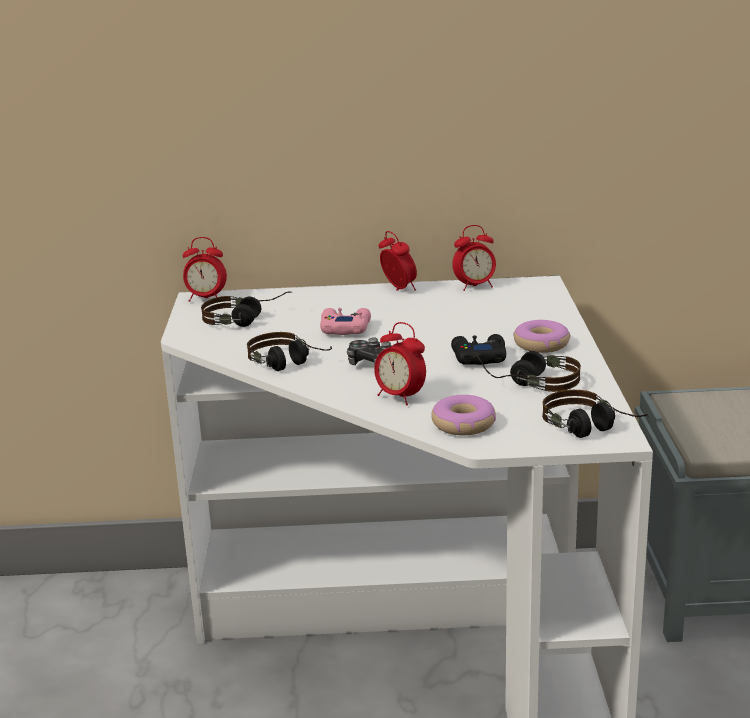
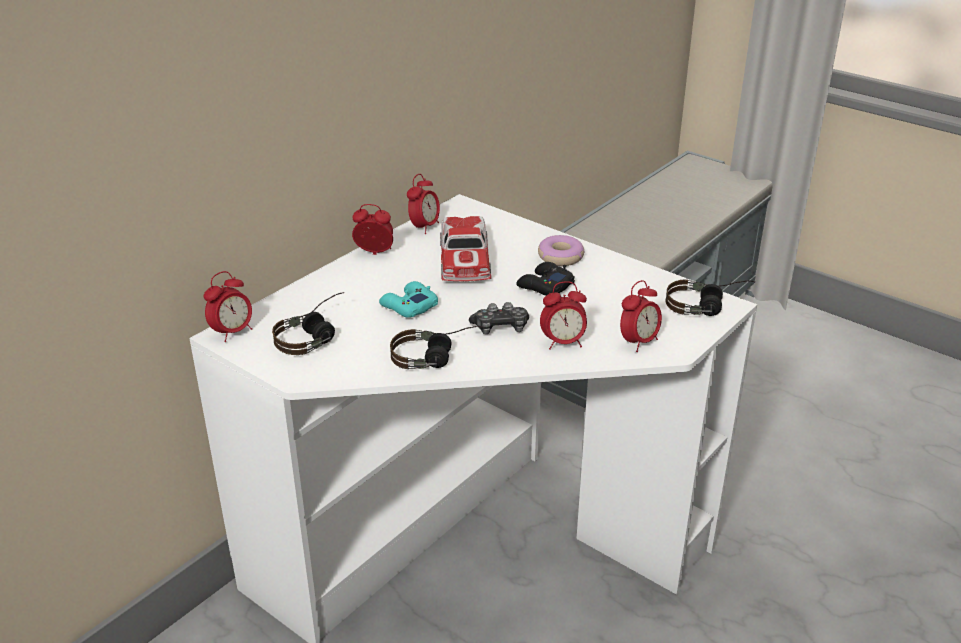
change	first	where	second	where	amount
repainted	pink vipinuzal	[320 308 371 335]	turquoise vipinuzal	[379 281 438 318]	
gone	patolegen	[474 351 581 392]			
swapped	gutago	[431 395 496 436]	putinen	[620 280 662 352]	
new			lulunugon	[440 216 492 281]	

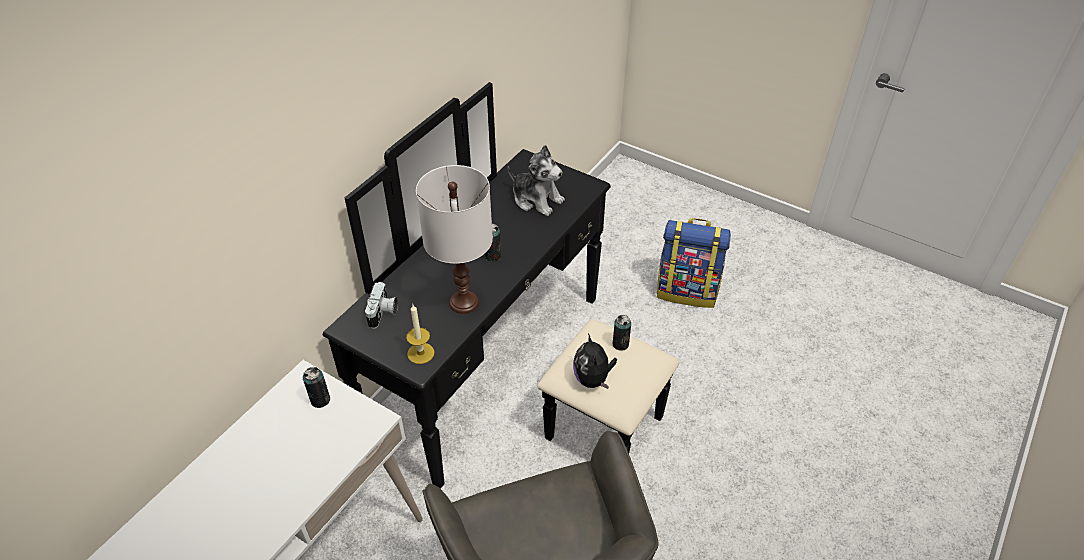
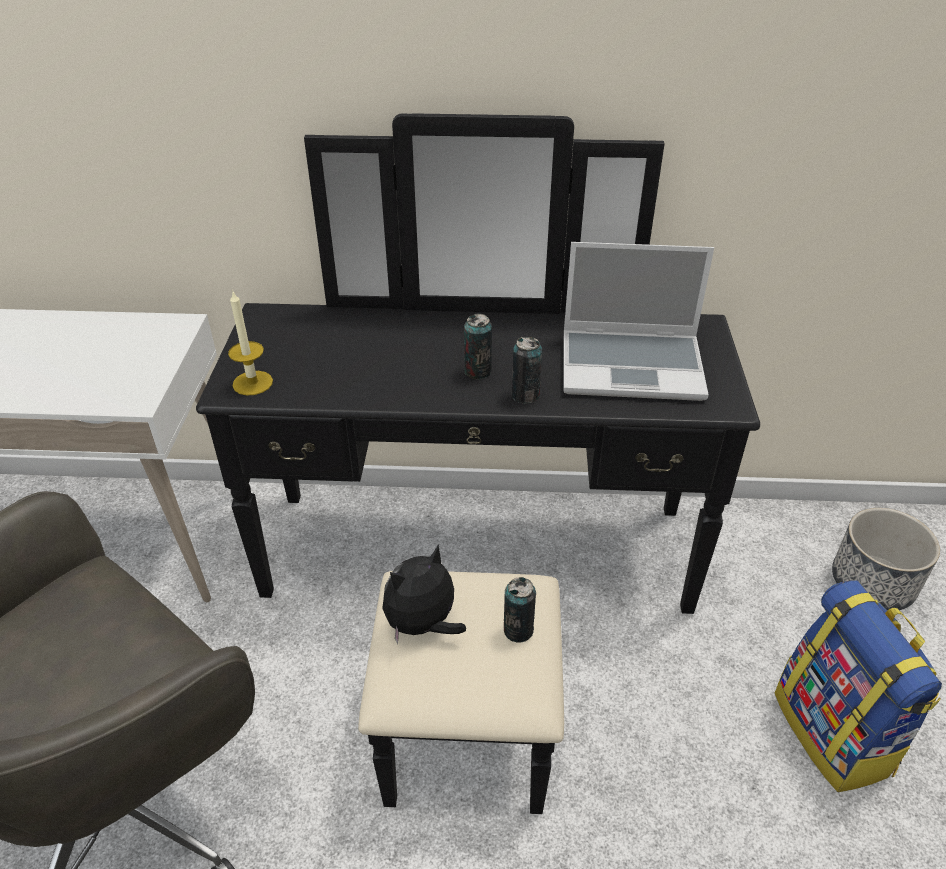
change	first	where	second	where	amount
swapped	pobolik	[508 145 565 216]	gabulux	[563 242 714 401]	
gone	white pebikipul	[416 165 493 314]			
gone	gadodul	[365 282 398 329]			
shifted	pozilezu	[303 367 330 408]		[512 337 542 404]	
new			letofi	[832 508 940 611]	

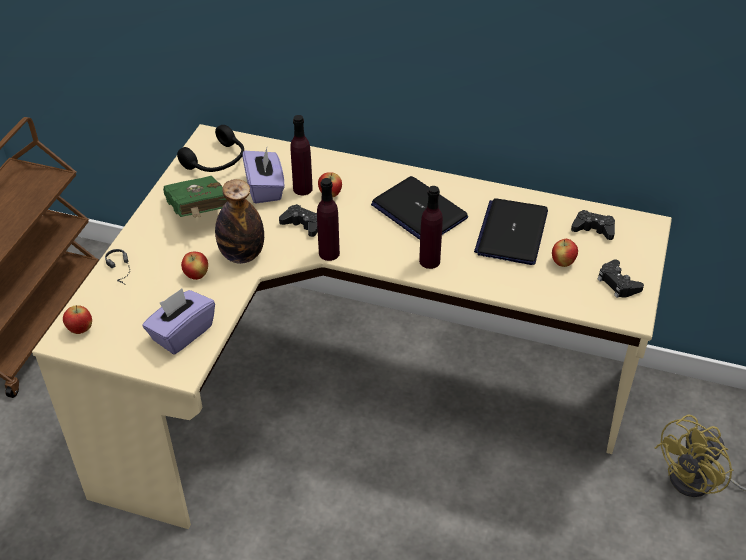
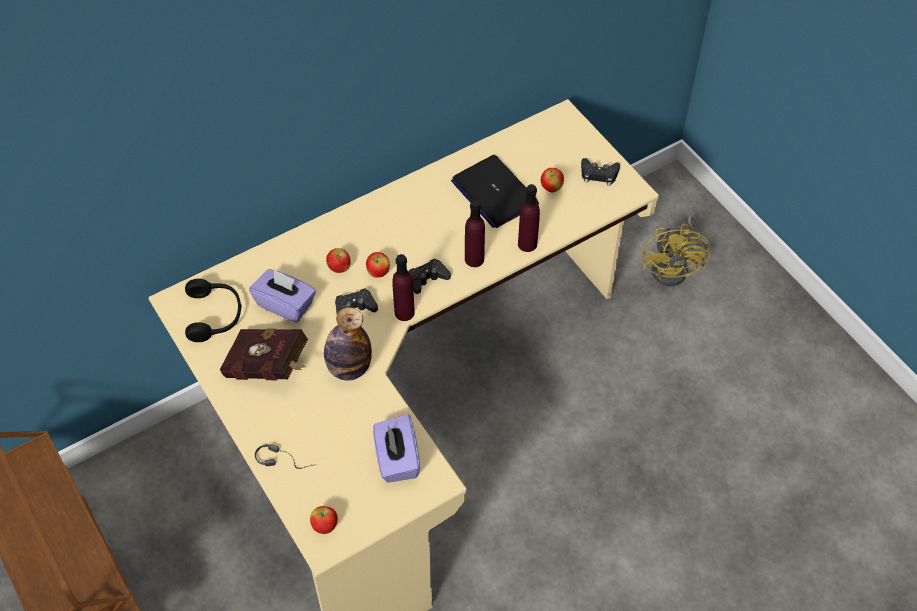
change	first	where	second	where	amount
shifted	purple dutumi	[290 115 313 195]		[518 184 540 252]	
repainted	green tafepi	[163 176 227 218]	red tafepi	[220 329 308 380]	
gone	gabulux	[371 176 468 240]			
shifted	black vipinuzal	[571 210 615 240]		[409 258 451 294]	
shifted	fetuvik	[181 252 208 280]		[366 252 390 278]	

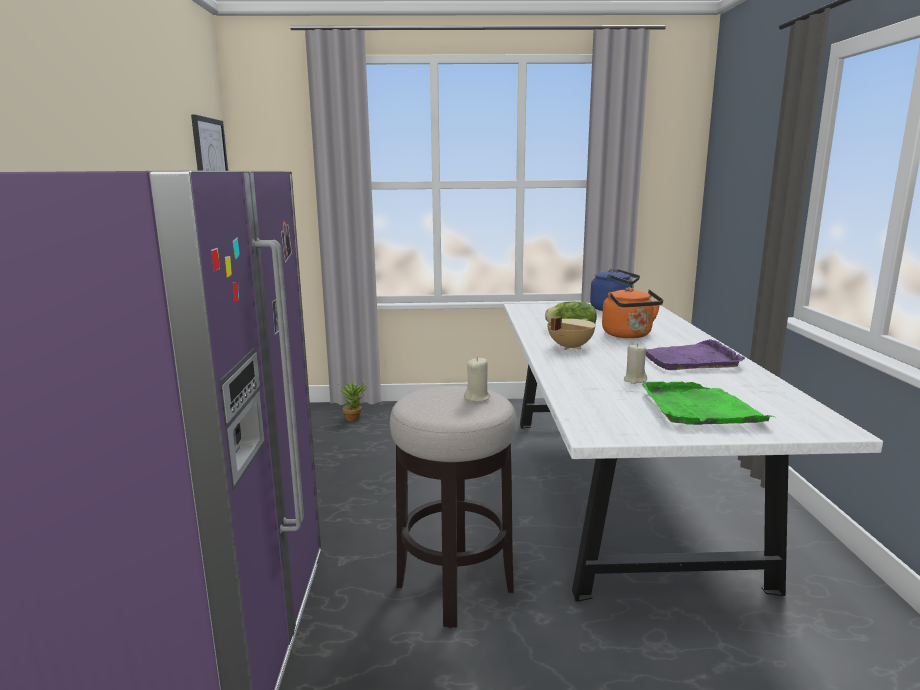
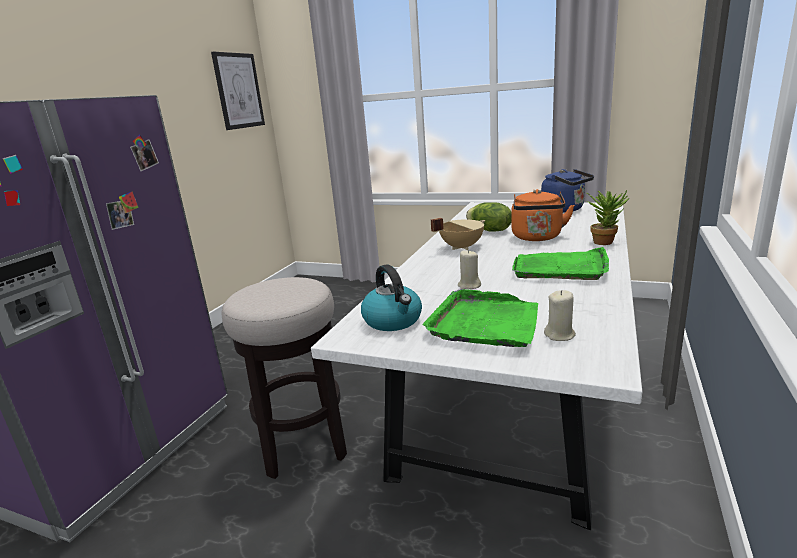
change	first	where	second	where	amount
repainted	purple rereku	[646 339 745 370]	green rereku	[512 247 609 280]	
shifted	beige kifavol	[464 357 490 402]		[544 290 576 341]	
shifted	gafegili	[337 382 368 421]		[587 190 629 245]	
new			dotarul	[361 265 422 331]	

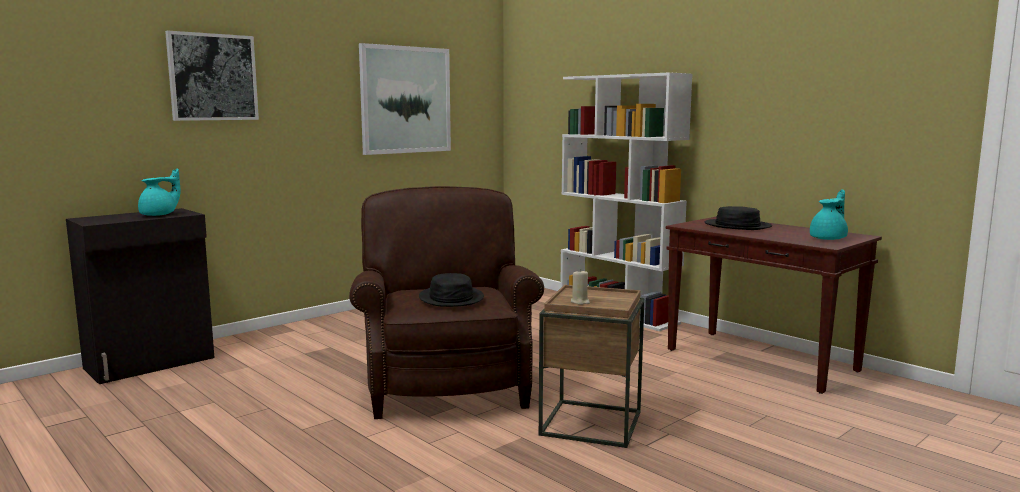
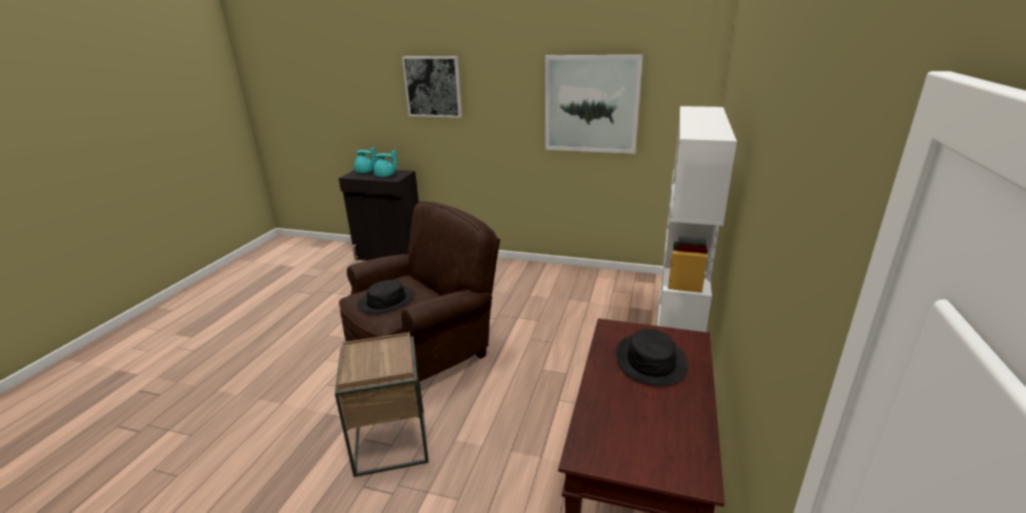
change	first	where	second	where	amount
shifted	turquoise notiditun	[810 189 848 240]		[354 147 376 173]	
gone	beige kifavol	[571 269 590 305]			

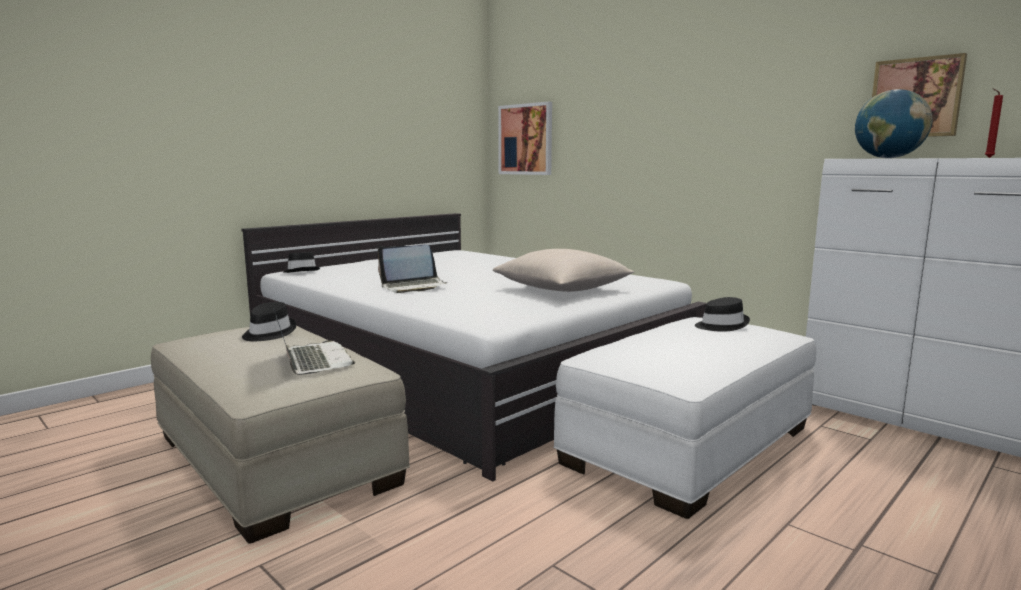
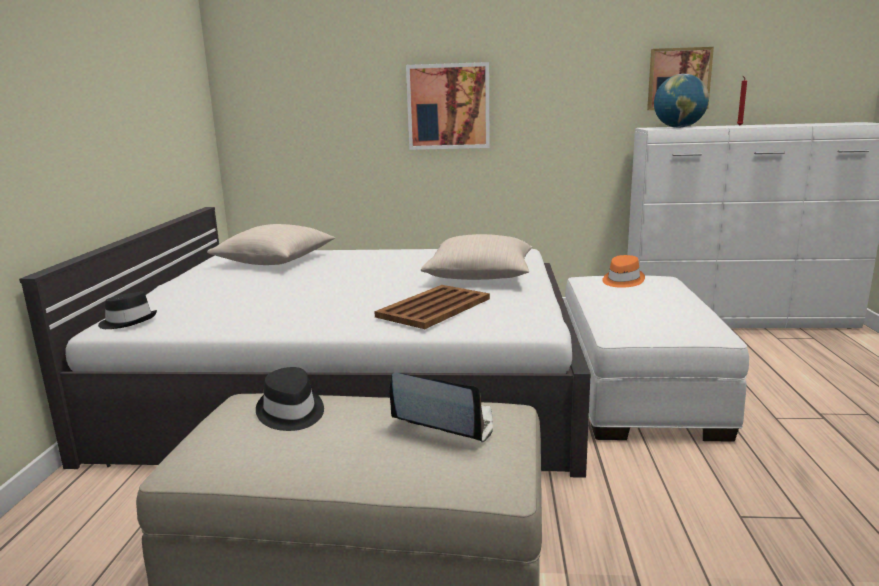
change	first	where	second	where	amount
shifted	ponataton	[498 101 552 175]		[406 62 490 150]	
gone	gabulux	[378 245 448 293]			
repainted	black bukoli	[695 297 750 332]	orange bukoli	[602 255 645 288]	
new			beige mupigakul	[207 224 335 265]	
new			brown rereku	[374 285 490 329]	

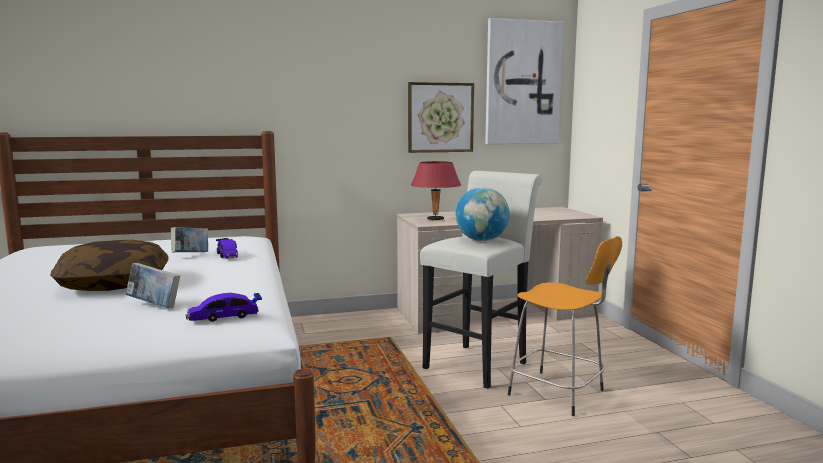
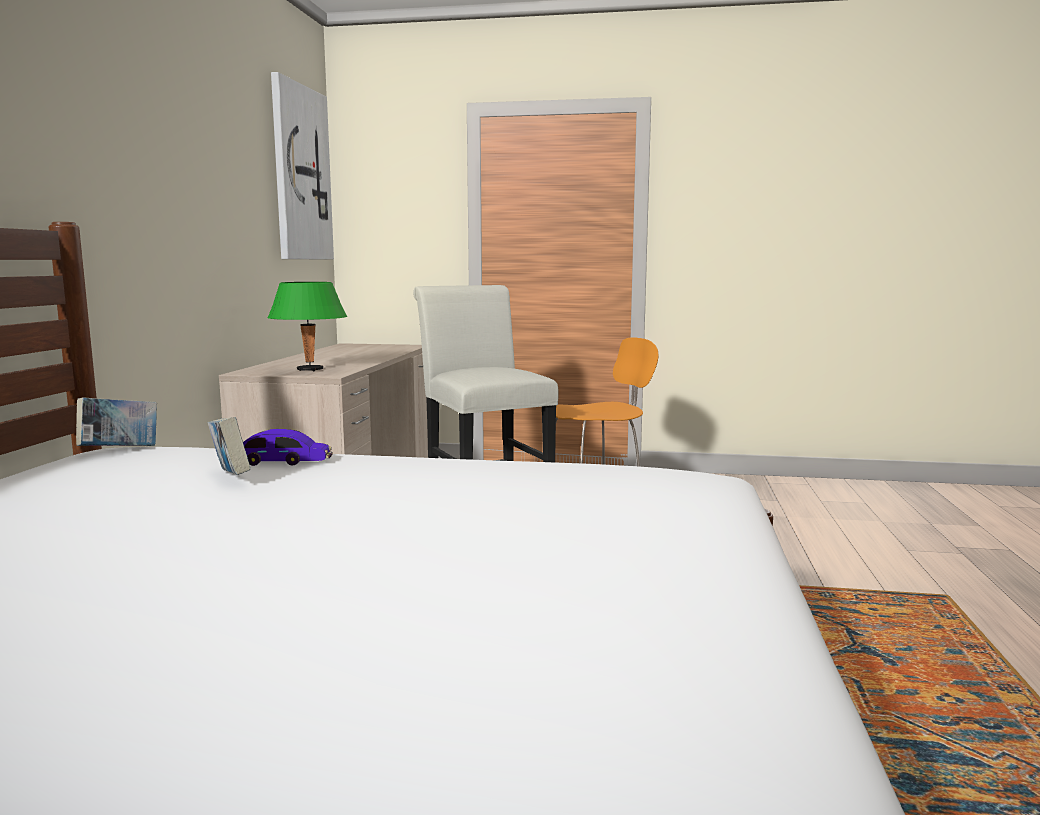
change	first	where	second	where	amount
gone	ponataton	[408 82 474 153]			
repainted	red pebikipul	[411 161 461 221]	green pebikipul	[268 282 347 371]	
gone	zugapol	[456 187 509 241]			
gone	mupigakul	[50 240 168 291]			
shifted	tafepi	[126 263 180 308]		[76 397 157 446]	
gone	lulunugon	[186 293 262 322]			

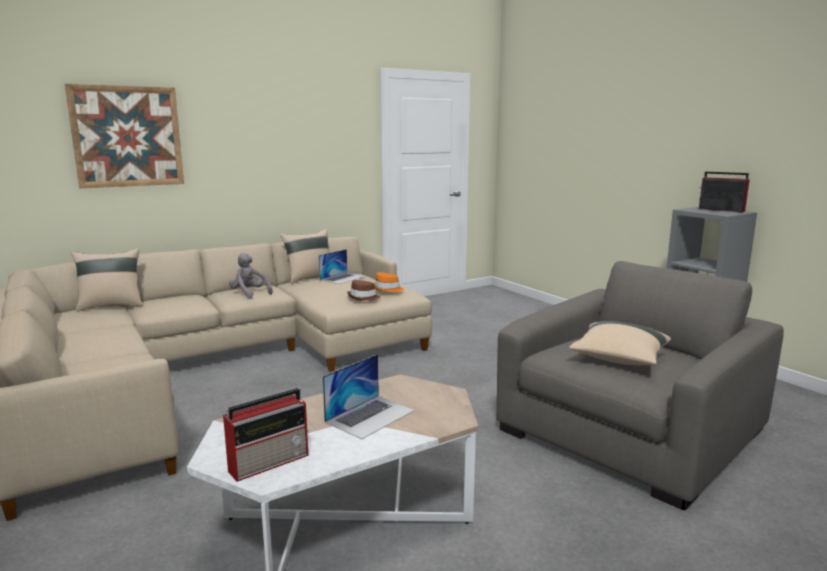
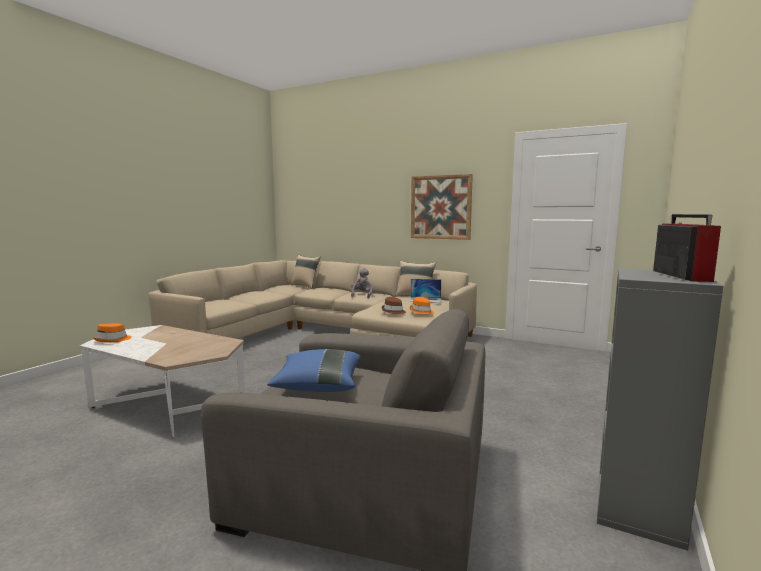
change	first	where	second	where	amount
shifted	ponataton	[65 84 184 188]		[411 174 473 240]	
repainted	beige mupigakul	[569 321 671 365]	blue mupigakul	[267 349 360 392]	
gone	gabulux	[323 354 415 439]			
swapped	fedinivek	[223 388 308 482]	orange bukoli	[93 323 132 343]	

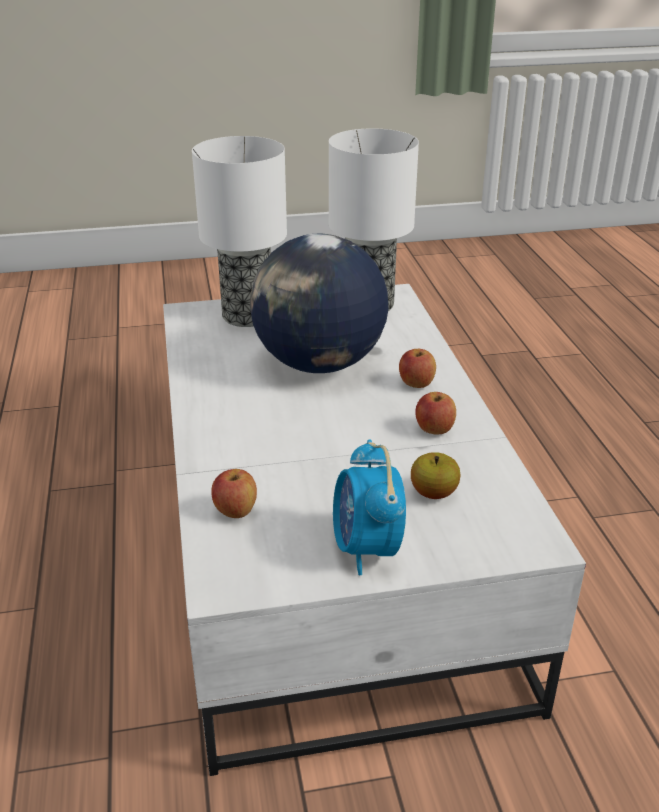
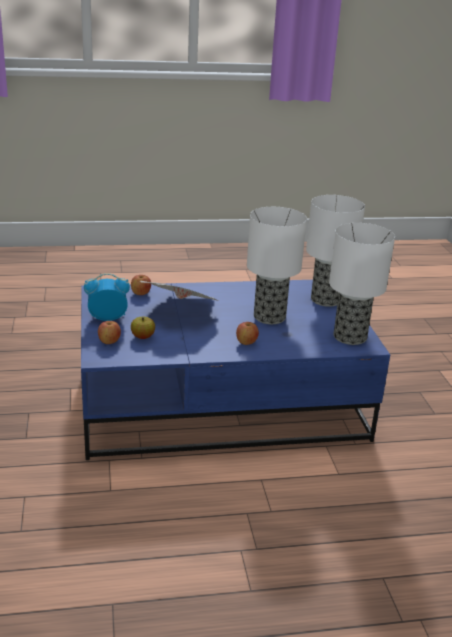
change	first	where	second	where	amount
swapped	zugapol	[250 234 388 373]	pebikipul	[247 207 307 324]	
repainted	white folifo	[163 284 586 776]	blue folifo	[81 280 390 460]	
shifted	fetuvik	[415 392 456 435]		[98 321 121 344]	
new			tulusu	[140 281 218 301]	

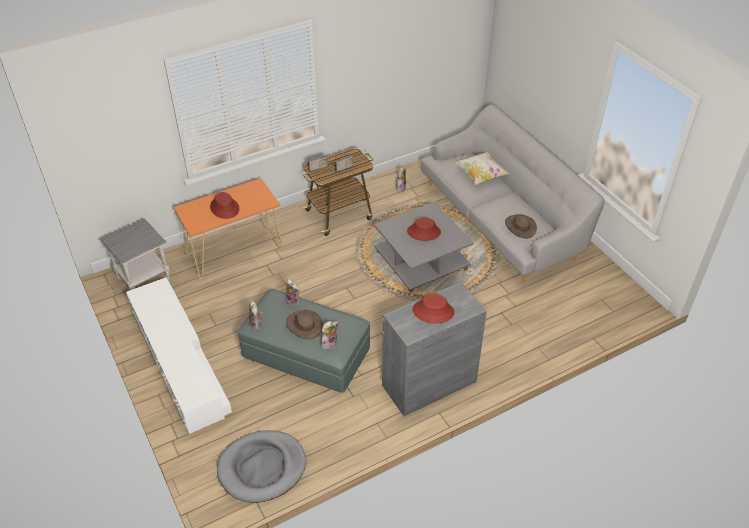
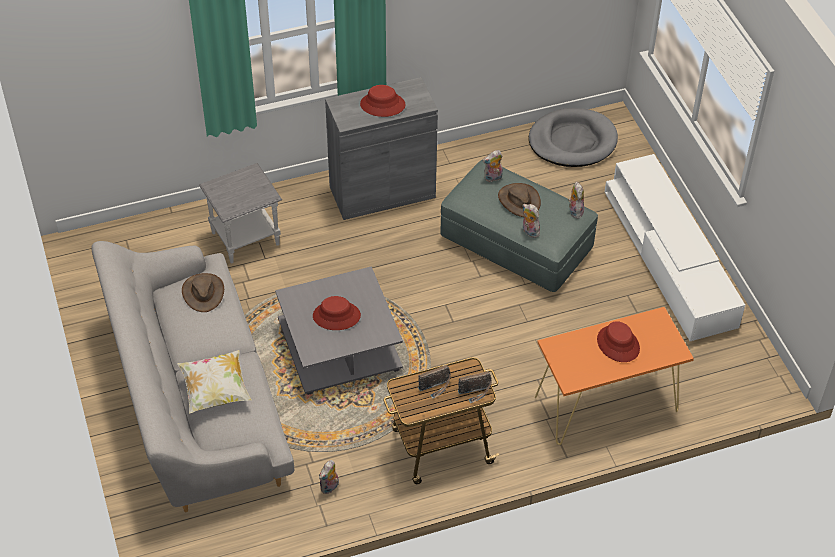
change	first	where	second	where	amount
shifted	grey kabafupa	[100 219 170 290]		[199 163 282 264]	

